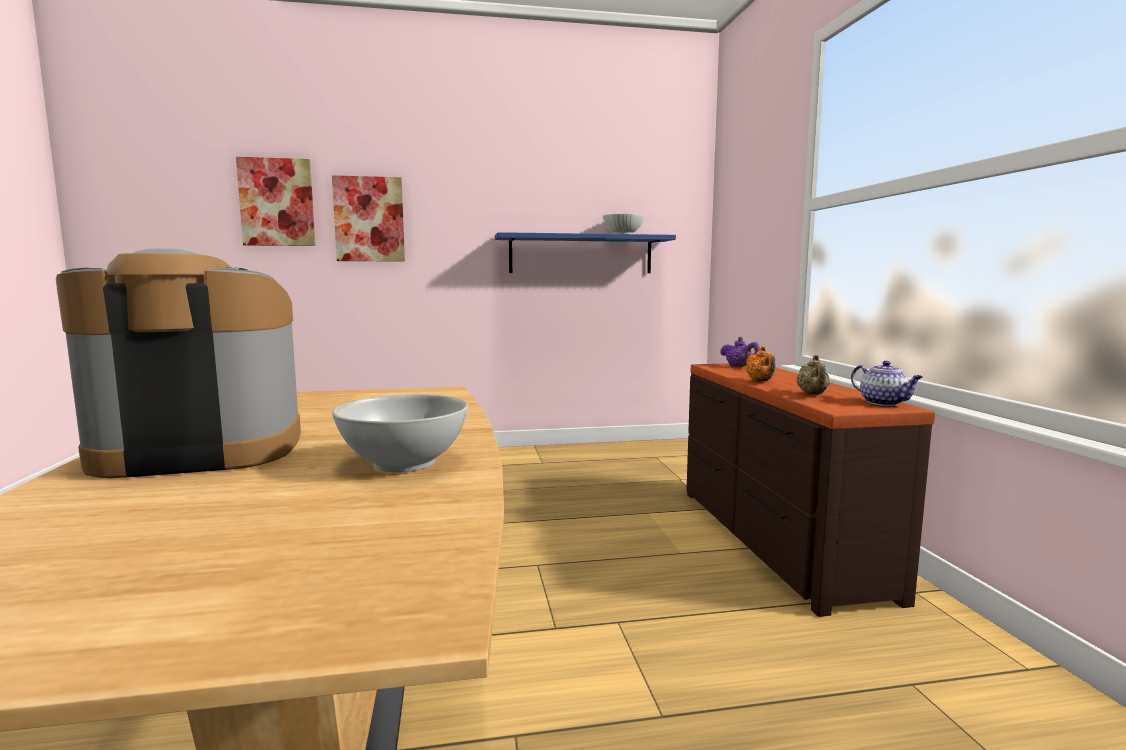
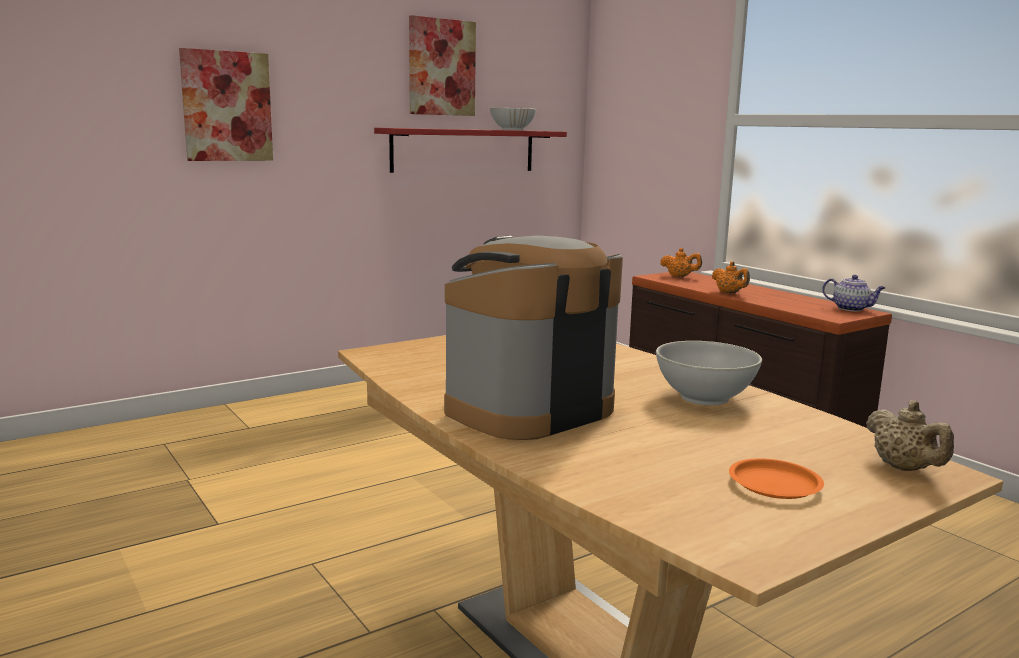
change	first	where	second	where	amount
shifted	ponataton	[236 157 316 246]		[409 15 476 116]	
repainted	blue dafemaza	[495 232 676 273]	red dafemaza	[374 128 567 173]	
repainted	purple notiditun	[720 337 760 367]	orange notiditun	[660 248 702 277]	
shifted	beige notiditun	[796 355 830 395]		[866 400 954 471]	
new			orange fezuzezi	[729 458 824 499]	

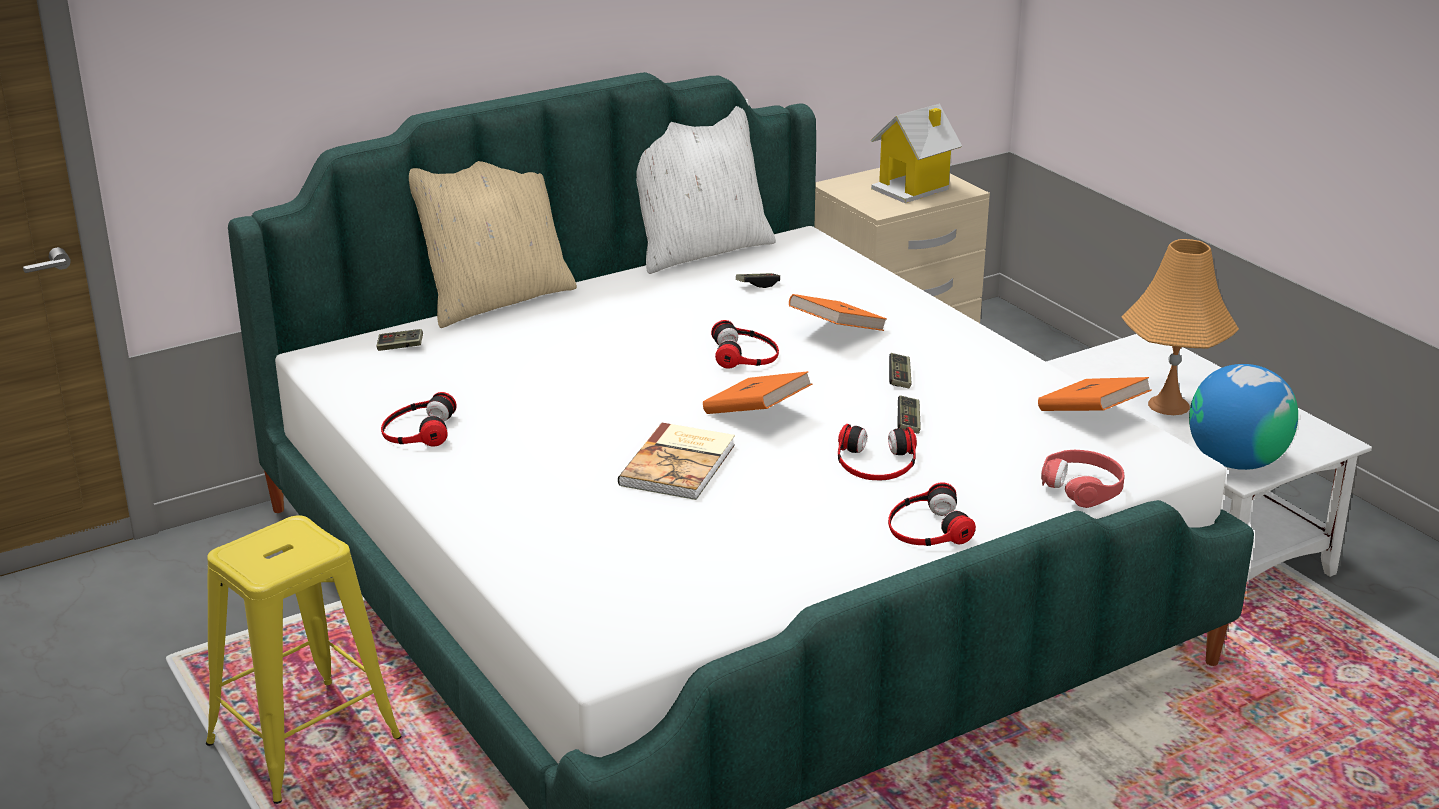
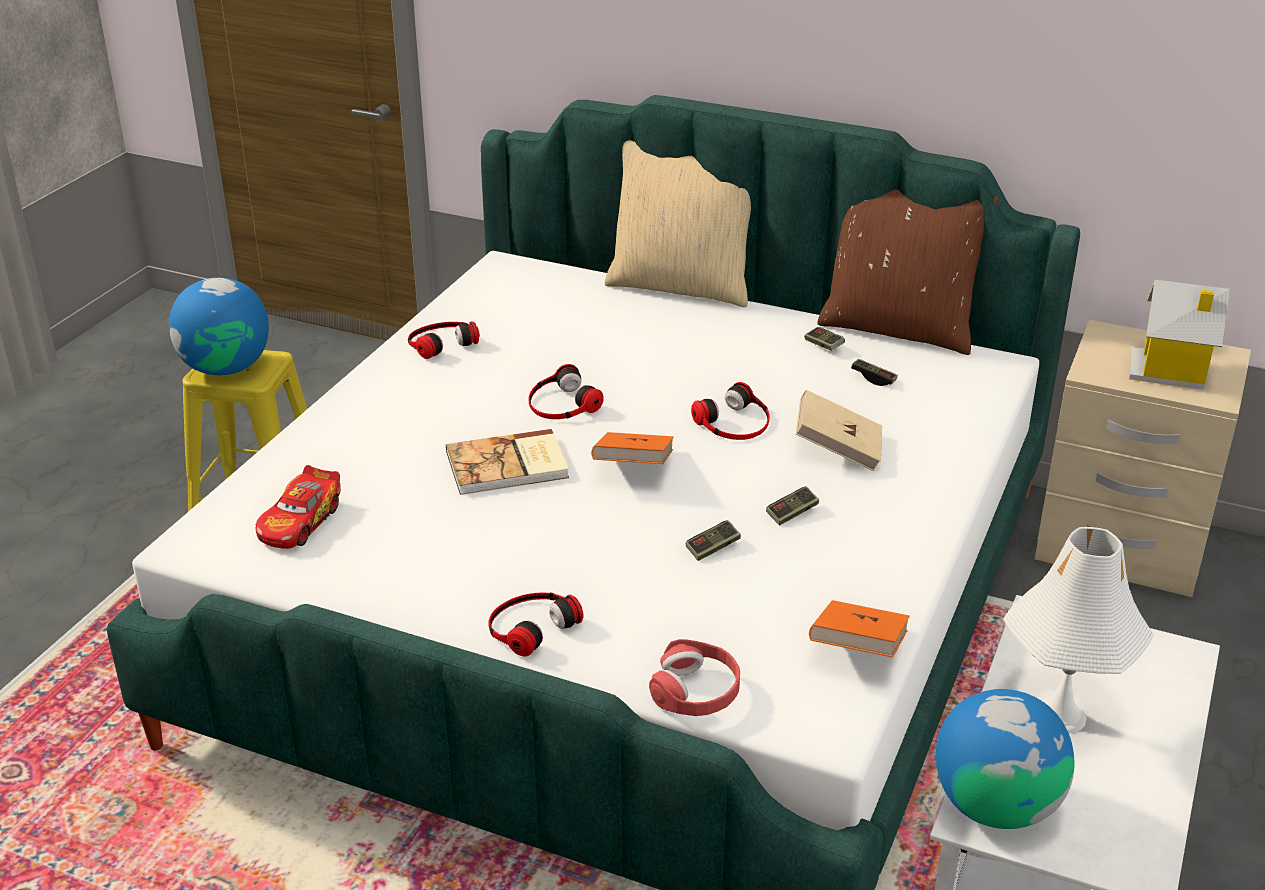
change	first	where	second	where	amount
repainted	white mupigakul	[636 99 776 274]	brown mupigakul	[817 190 999 355]	
repainted	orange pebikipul	[1122 239 1239 415]	white pebikipul	[1003 527 1154 734]	
repainted	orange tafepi	[789 294 887 331]	beige tafepi	[796 390 882 471]	
shifted	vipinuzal	[377 329 423 351]		[804 327 845 351]	
shifted	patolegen	[838 424 917 481]		[528 364 604 419]	
new			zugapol	[169 278 269 375]	
new			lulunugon	[256 465 341 549]	

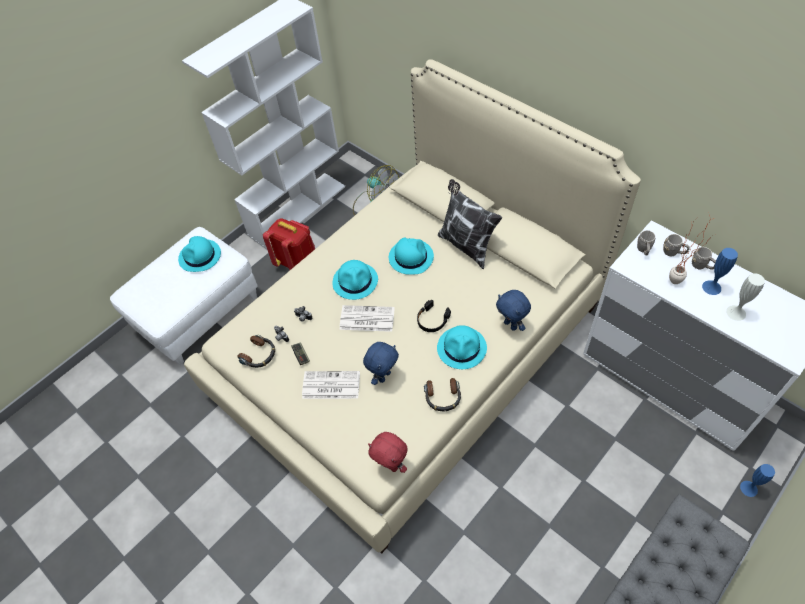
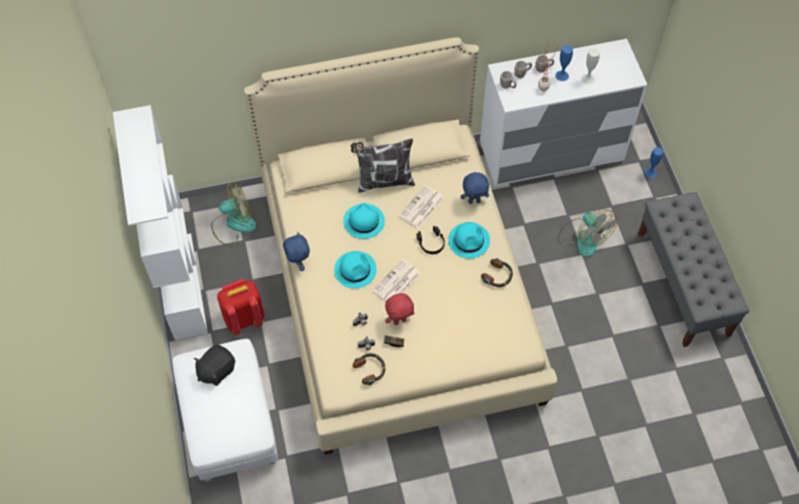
change	first	where	second	where	amount
swapped	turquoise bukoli	[178 236 221 272]	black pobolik	[194 345 235 386]	
shifted	blue pobolik	[363 342 399 385]		[283 232 310 271]	
shifted	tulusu	[302 371 360 399]		[399 185 444 228]	
shifted	red pobolik	[368 432 408 473]		[385 293 414 325]	
new			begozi	[558 209 617 257]	

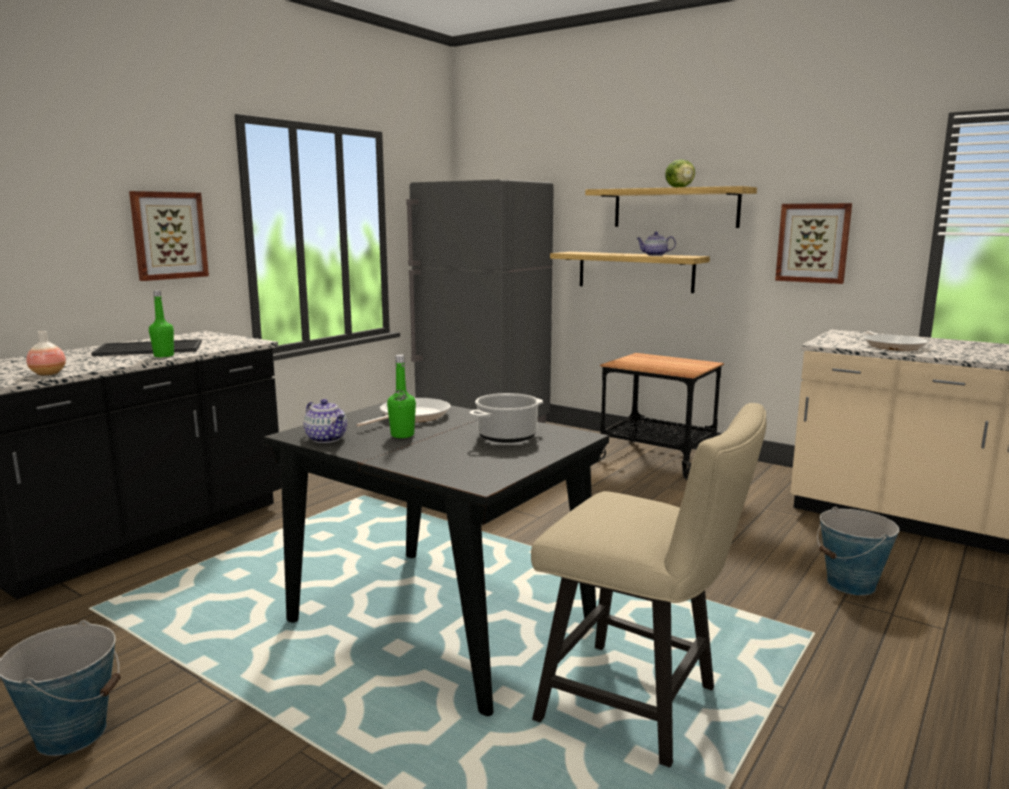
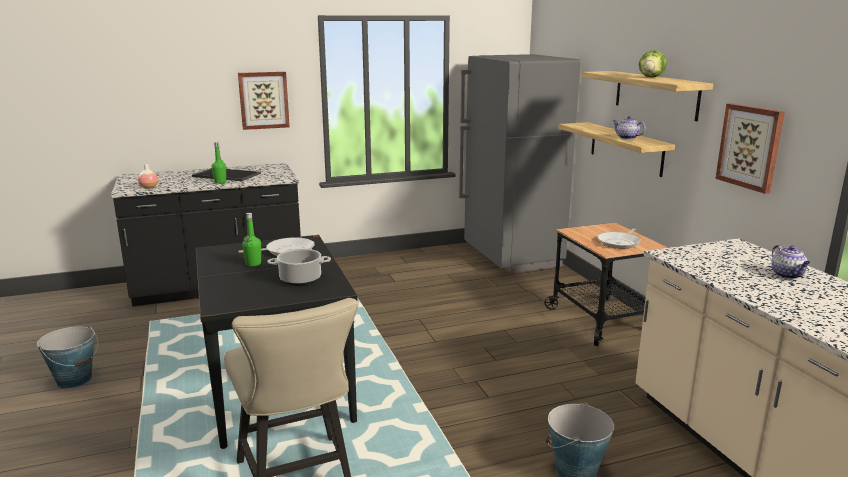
change	first	where	second	where	amount
shifted	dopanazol	[864 331 928 350]		[597 228 641 249]	
shifted	notiditun	[304 399 347 443]		[771 245 811 279]	

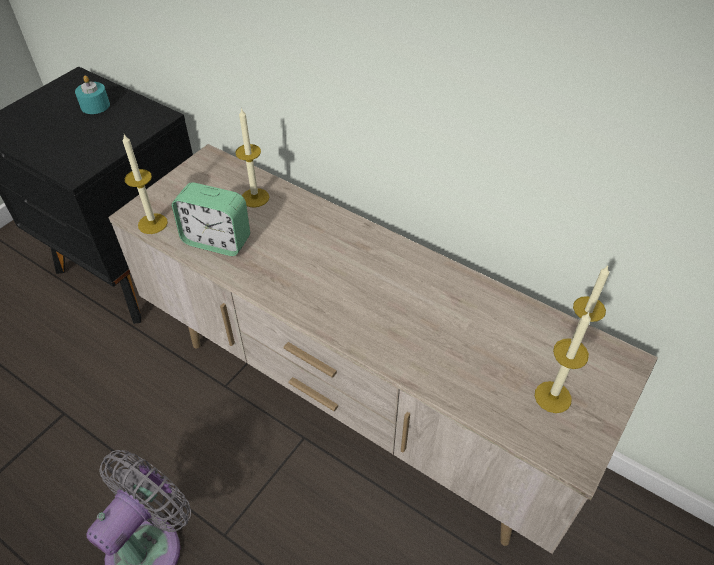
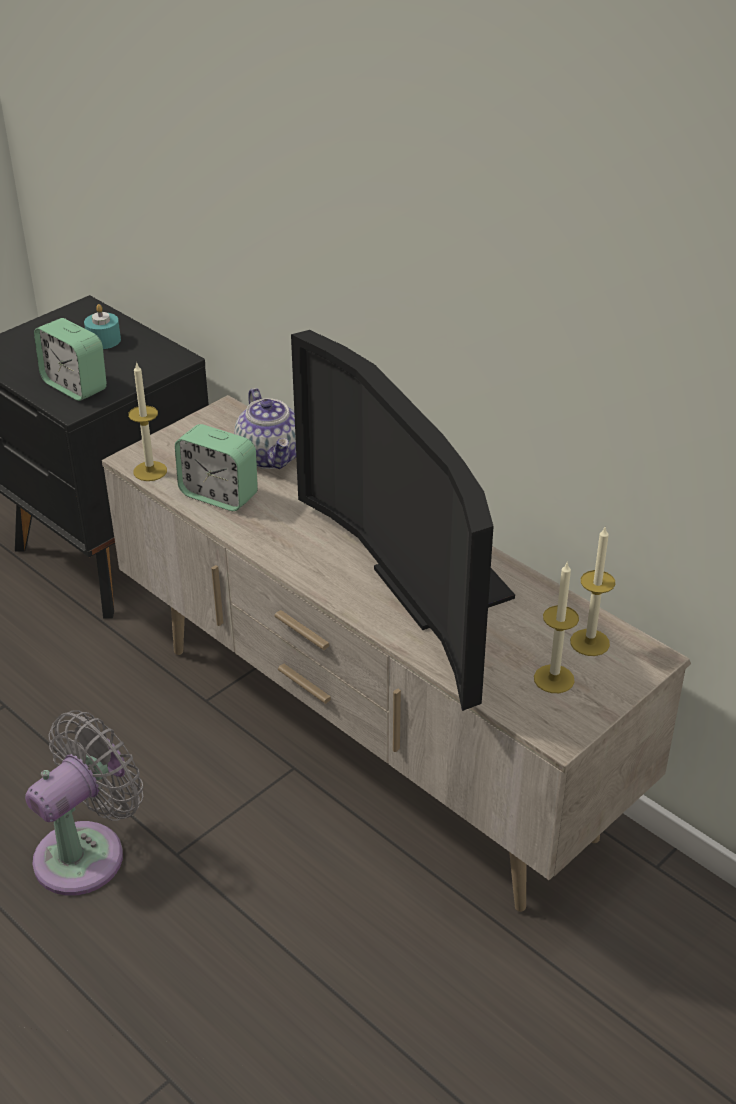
change	first	where	second	where	amount
swapped	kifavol	[235 107 269 208]	notiditun	[234 388 296 469]	
new			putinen	[34 318 107 401]	
new			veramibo	[291 330 515 711]	

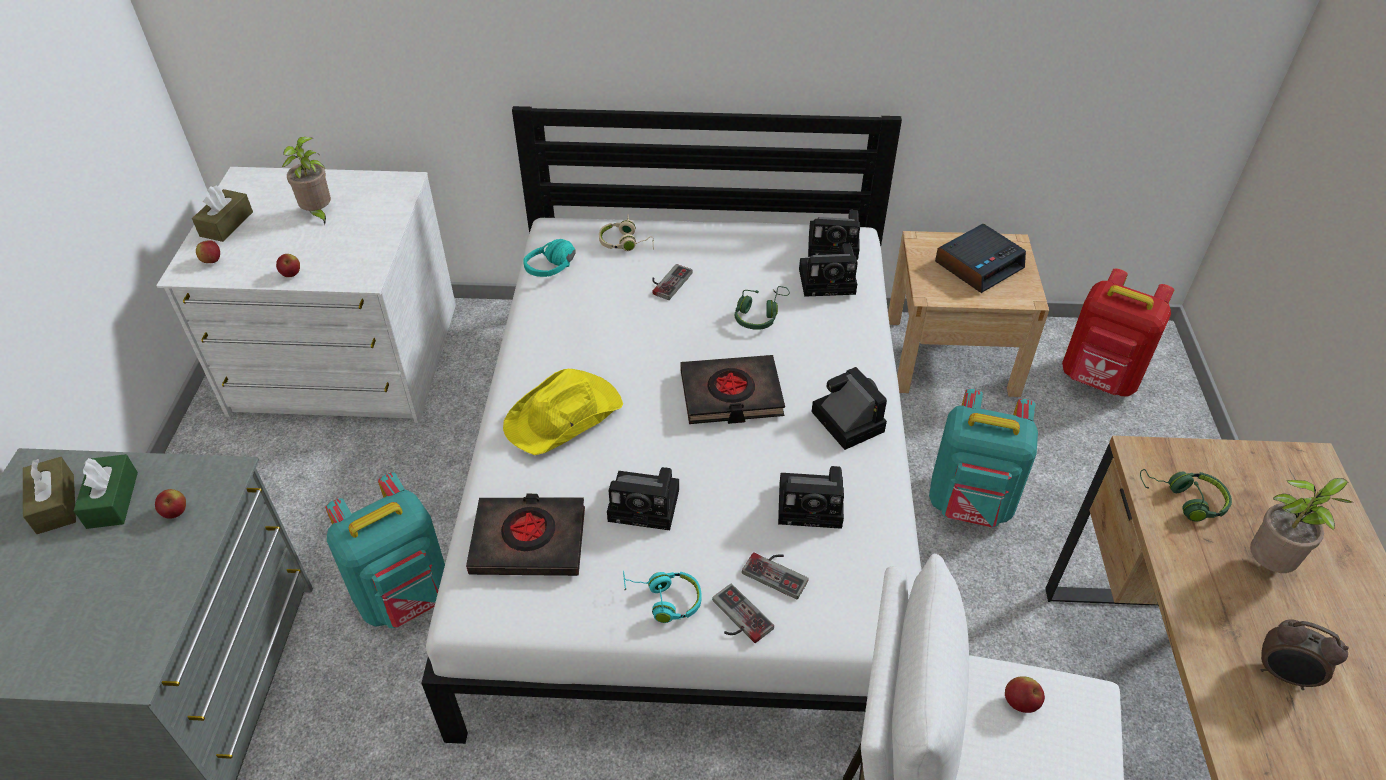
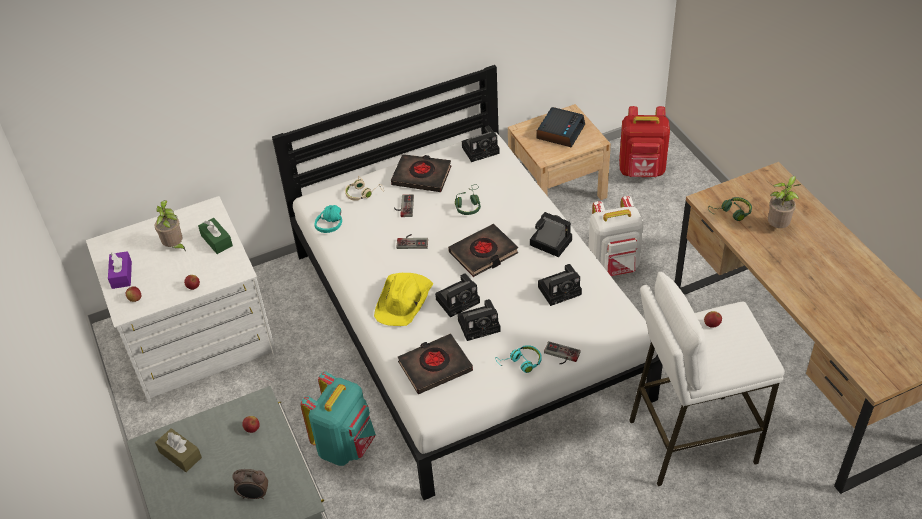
change	first	where	second	where	amount
repainted	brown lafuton	[192 186 253 242]	purple lafuton	[108 251 132 289]	
shifted	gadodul	[799 244 858 297]		[435 273 480 317]	
repainted	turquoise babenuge	[929 389 1038 527]	white babenuge	[588 196 644 276]	
shifted	green lafuton	[74 454 138 529]		[198 218 233 254]	
shifted	vipinuzal	[742 552 809 600]		[396 234 428 249]	
shifted	putinen	[1260 619 1349 690]		[232 469 268 499]	
new			black tafepi	[391 154 451 192]	

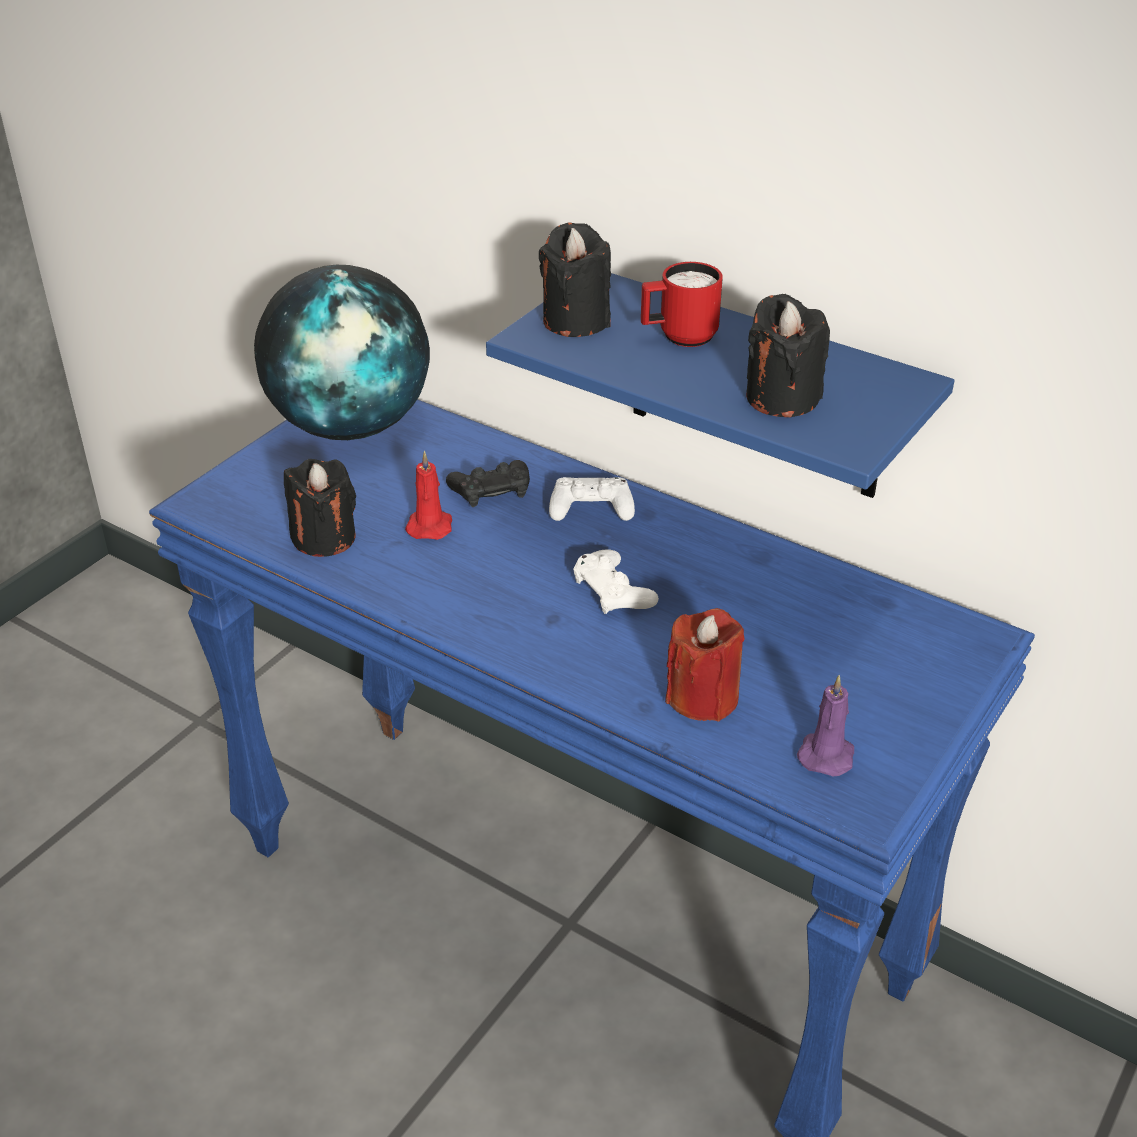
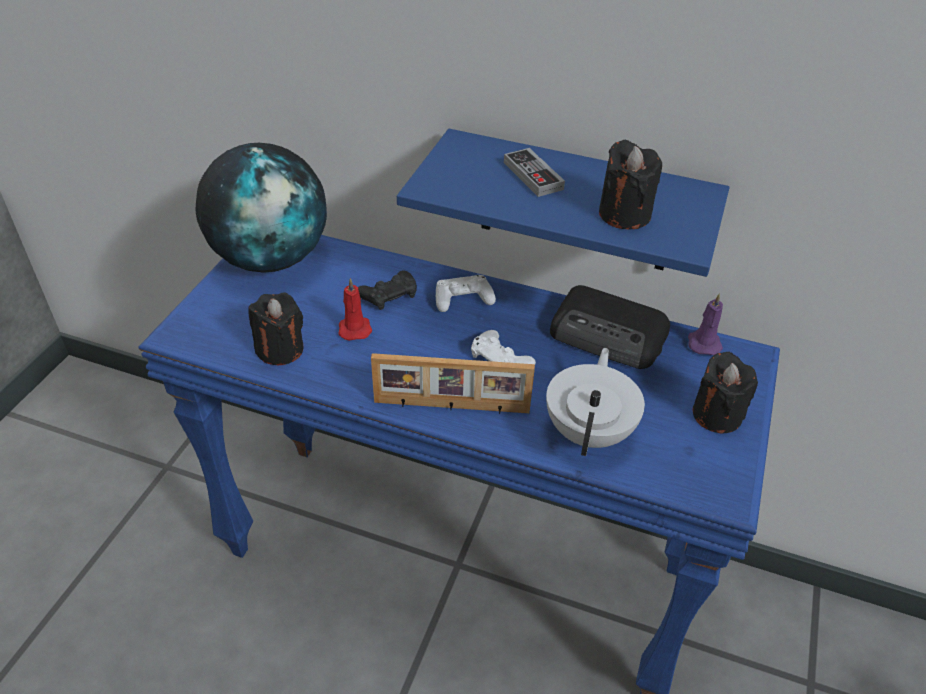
change	first	where	second	where	amount
shifted	black kifavol	[539 222 611 337]		[693 352 758 434]	
swapped	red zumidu	[641 262 723 347]	vipinuzal	[504 148 565 197]	
swapped	red kifavol	[665 608 745 721]	white notiditun	[546 348 645 456]	
shifted	purple kifavol	[797 675 854 777]		[688 293 723 355]	
new			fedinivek	[550 285 670 369]	
new			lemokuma	[371 353 535 414]	

